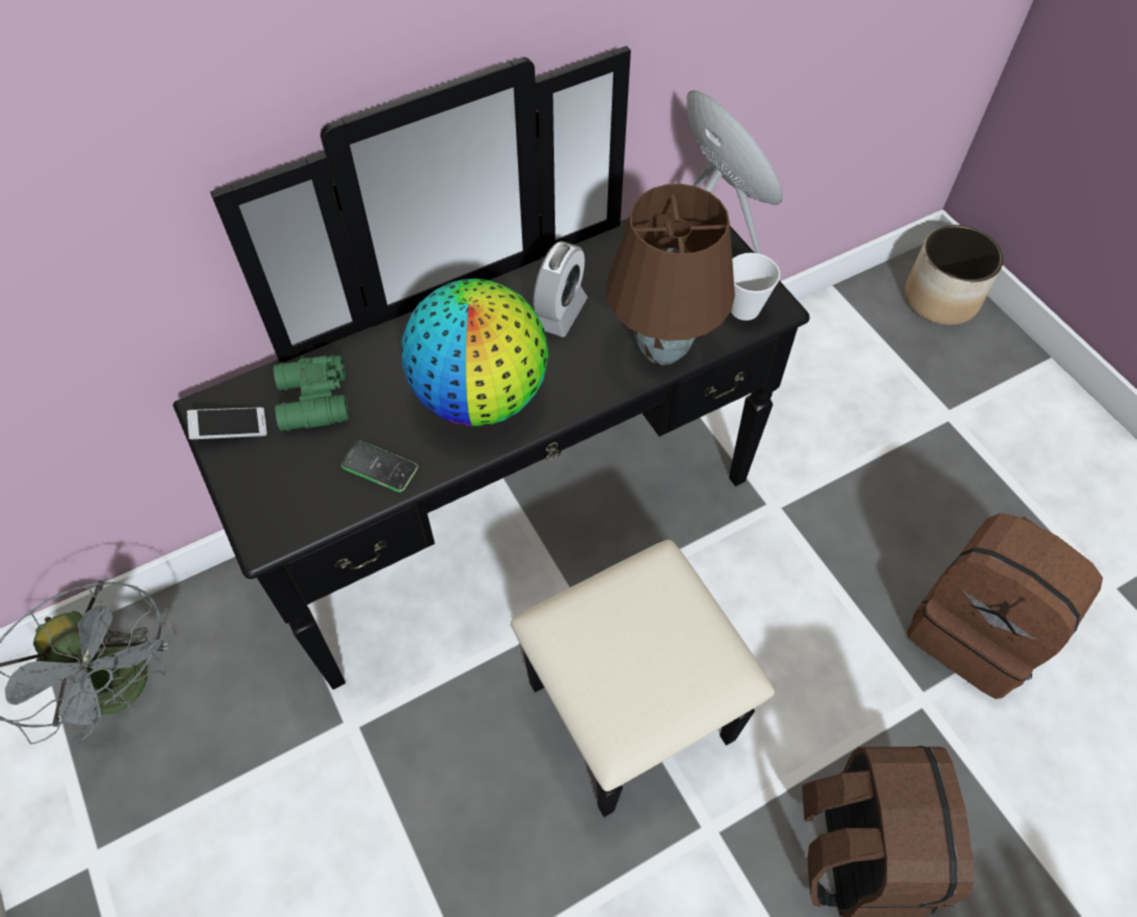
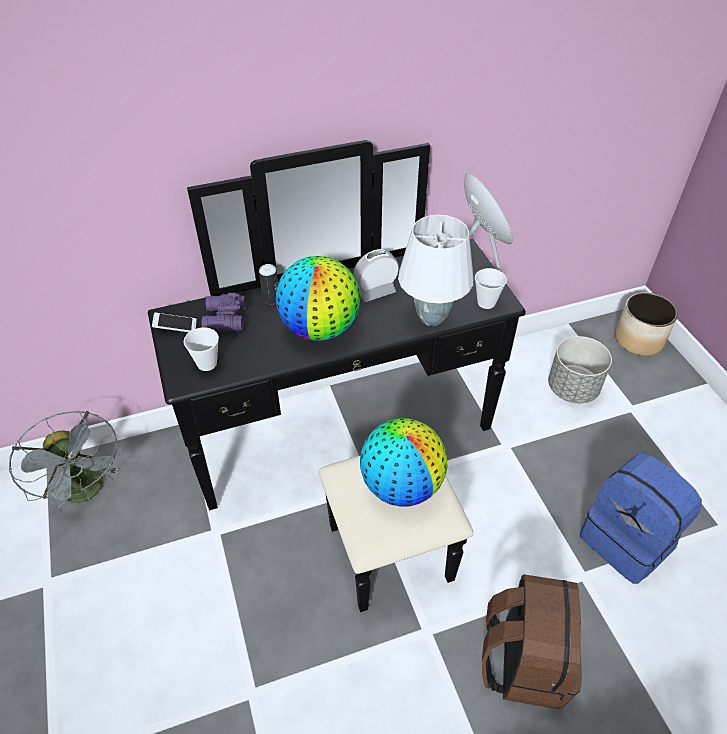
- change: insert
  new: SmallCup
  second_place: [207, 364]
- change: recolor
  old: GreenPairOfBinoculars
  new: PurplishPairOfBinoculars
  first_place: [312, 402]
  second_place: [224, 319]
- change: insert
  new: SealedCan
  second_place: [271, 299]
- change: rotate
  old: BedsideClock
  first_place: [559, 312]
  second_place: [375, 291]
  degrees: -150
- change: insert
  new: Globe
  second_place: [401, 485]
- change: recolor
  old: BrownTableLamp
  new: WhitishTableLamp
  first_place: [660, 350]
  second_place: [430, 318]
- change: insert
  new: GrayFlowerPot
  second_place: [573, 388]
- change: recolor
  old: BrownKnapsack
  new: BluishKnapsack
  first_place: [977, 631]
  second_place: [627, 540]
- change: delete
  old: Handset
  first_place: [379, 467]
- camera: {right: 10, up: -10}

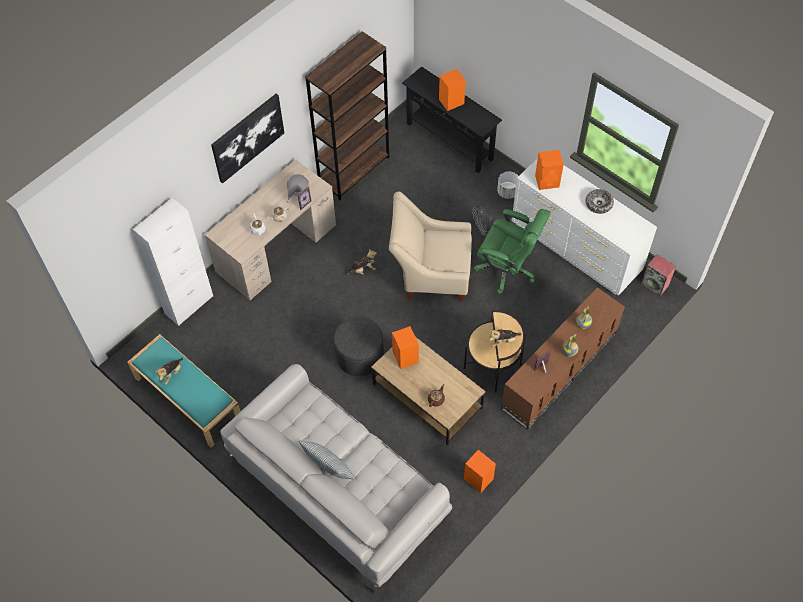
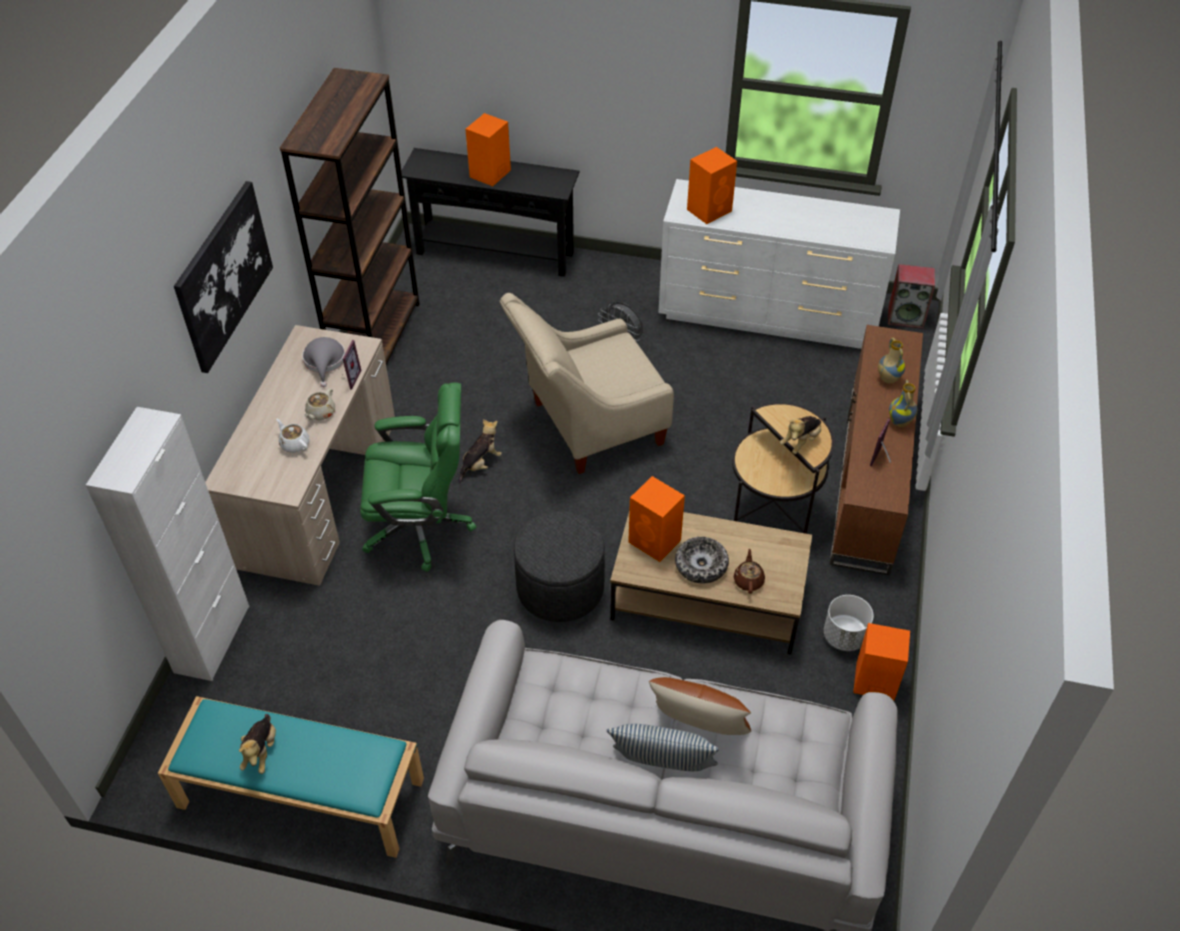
- change: move
  old: GreenComputerChair
  first_place: [507, 268]
  second_place: [421, 526]
- change: insert
  new: BrownCushion
  second_place: [698, 729]
- change: move
  old: DeepDish
  first_place: [598, 204]
  second_place: [701, 565]
- change: move
  old: WhitishFlowerPot
  first_place: [507, 192]
  second_place: [844, 636]
- camera: {right: -30, up: -10}

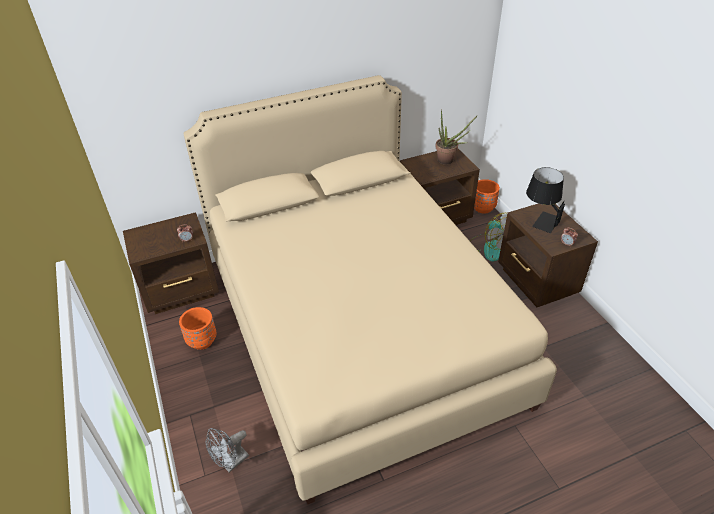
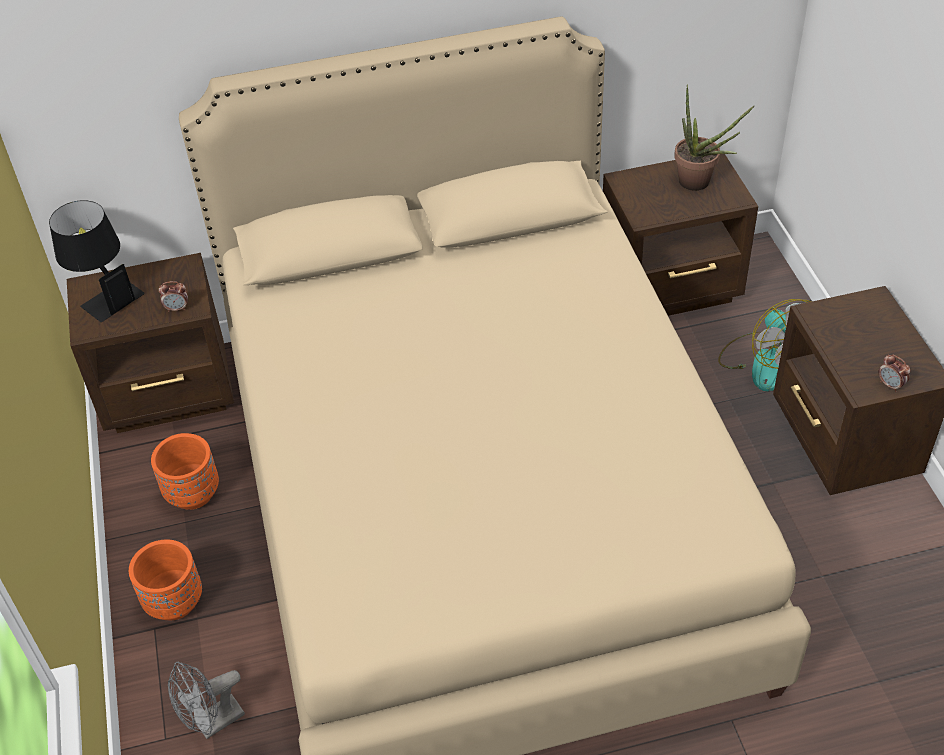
- change: move
  old: BlackishTableLamp
  first_place: [540, 220]
  second_place: [104, 294]
- change: move
  old: OrangeyFlowerPot
  first_place: [483, 208]
  second_place: [175, 602]
- camera: {right: 10, up: 5}

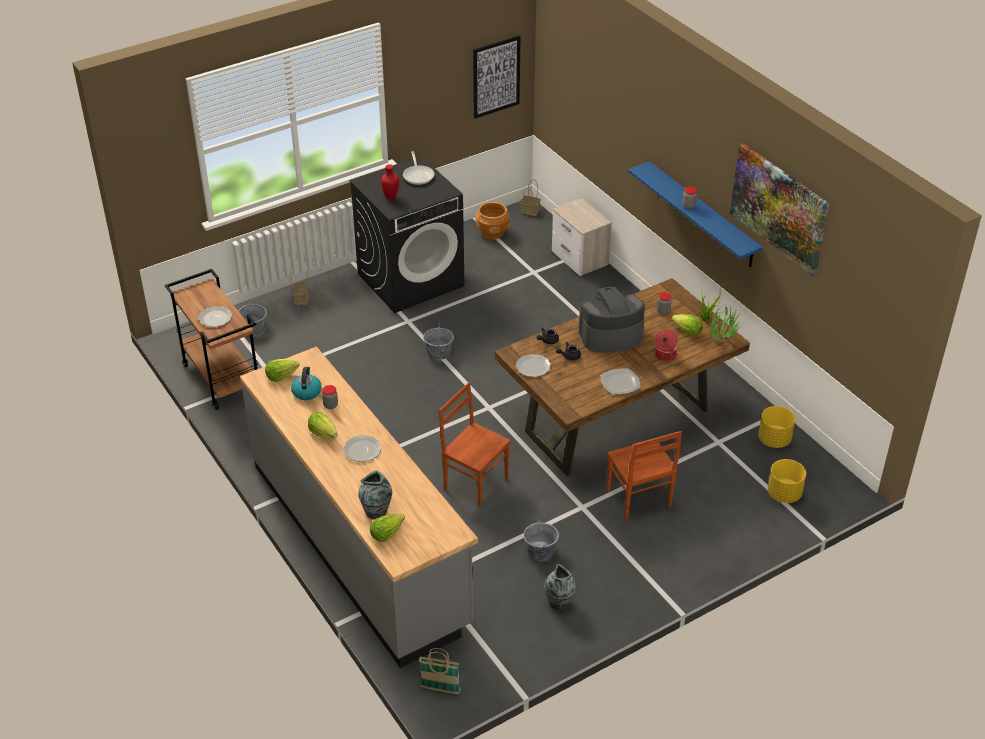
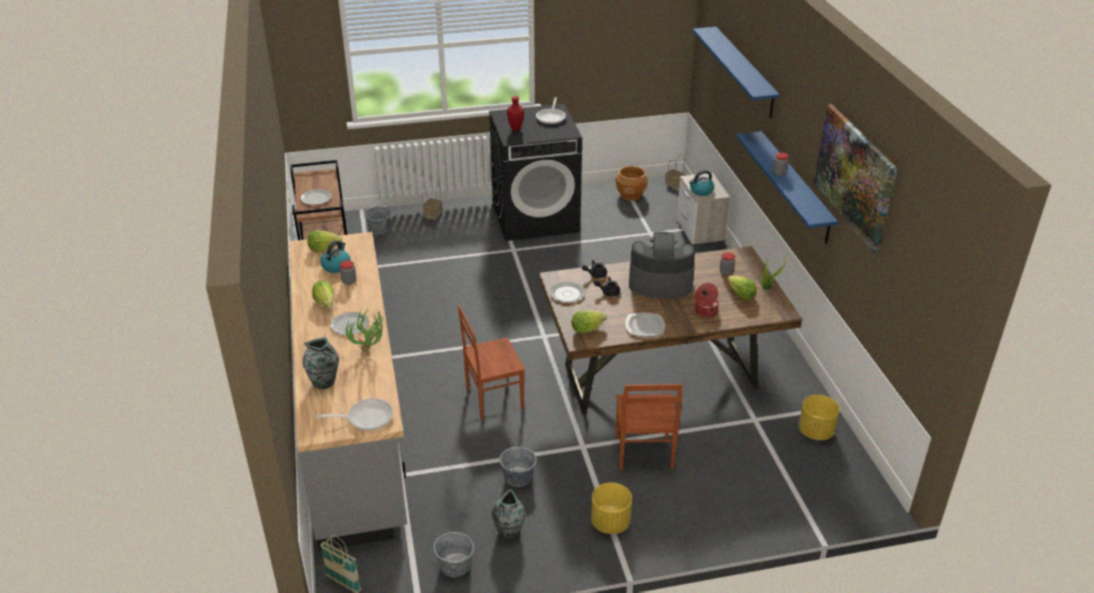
- change: insert
  new: Pan
  second_place: [365, 417]
- change: move
  old: PottedPlant
  first_place: [722, 341]
  second_place: [371, 350]
- change: move
  old: GrayBucket
  first_place: [439, 352]
  second_place: [455, 565]
- change: rotate
  old: BrownUprightChair
  first_place: [475, 482]
  second_place: [493, 398]
  degrees: -75
- change: move
  old: LettuceHead
  first_place: [386, 534]
  second_place: [586, 329]
- change: move
  old: YellowFlowerPot
  first_place: [784, 494]
  second_place: [610, 523]
- change: insert
  new: WaterKettle
  second_place: [701, 191]
- change: insert
  new: BluishShelf
  second_place: [744, 72]
- change: delete
  old: WallArt
  first_place: [496, 76]
- camera: {right: 20, up: -5}

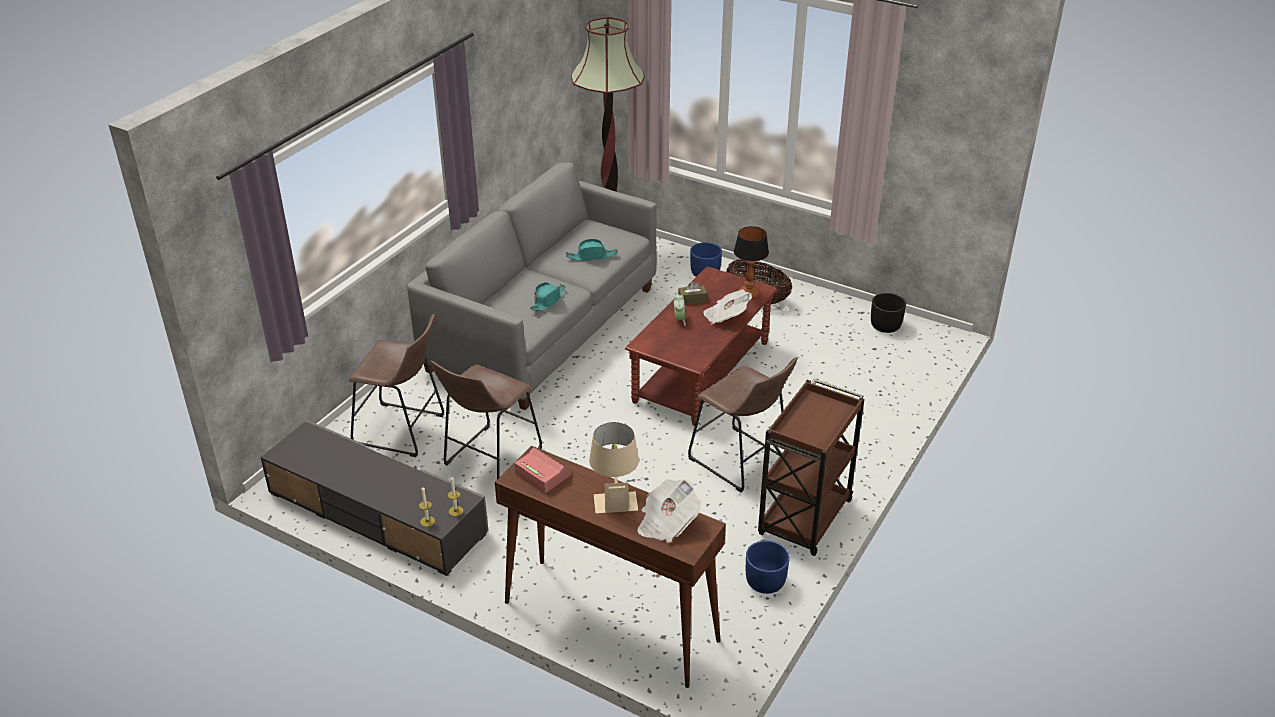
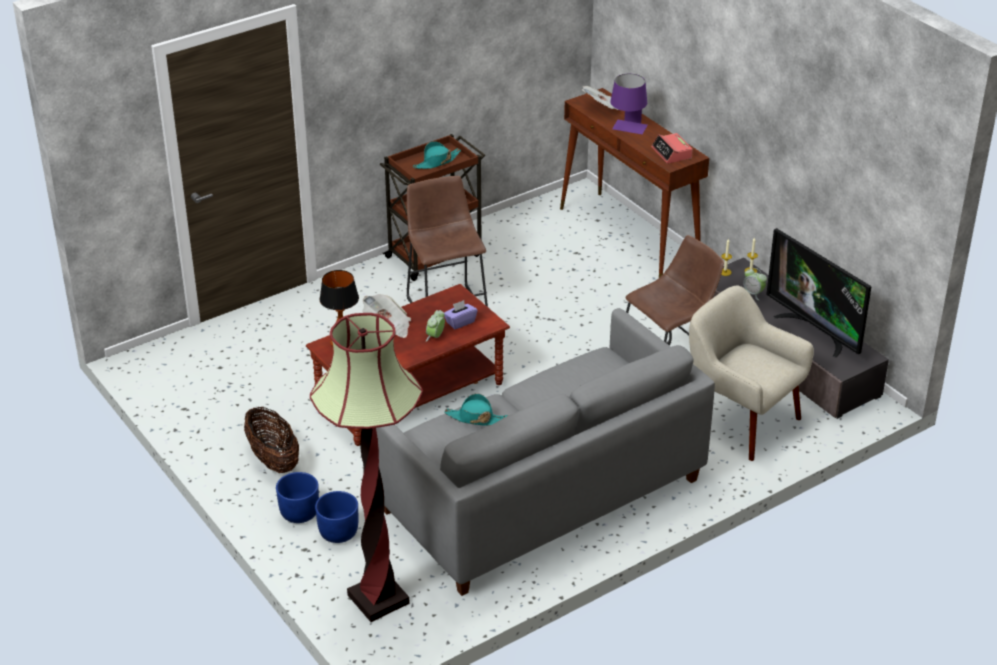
- change: move
  old: BluishFlowerPot
  first_place: [765, 582]
  second_place: [339, 532]
- change: move
  old: TurquoiseColouredWearableHat
  first_place: [548, 300]
  second_place: [437, 162]
- change: insert
  new: PurplishTissueHolder
  second_place: [460, 322]
- change: recolor
  old: SandColouredTableLamp
  new: PurplishTableLamp
  first_place: [614, 495]
  second_place: [628, 130]
- change: replace
  old: BrownSittingStool
  new: SandColouredArmchair
  first_place: [403, 431]
  second_place: [740, 420]
- change: insert
  new: BedsideClock
  second_place: [753, 294]
- change: insert
  new: Television
  second_place: [815, 331]
- change: delete
  old: BrownTissueHolder
  first_place: [692, 299]
- change: delete
  old: BlackishFlowerPot
  first_place: [885, 326]
- camera: {right: -155, up: 0}

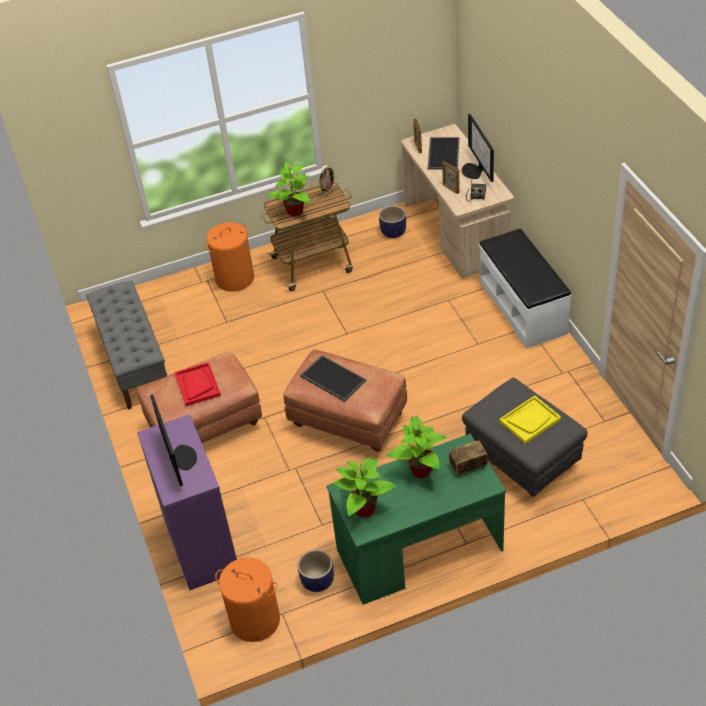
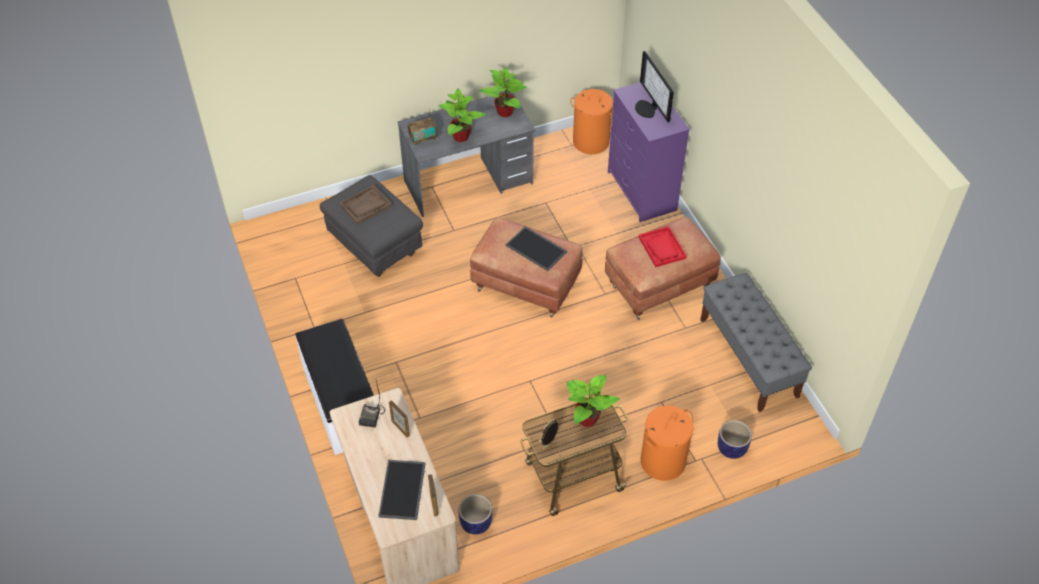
- change: recolor
  old: YellowServingTray
  new: BrownServingTray
  first_place: [530, 420]
  second_place: [365, 206]
- change: recolor
  old: GreenDeskUnit
  new: GrayDeskUnit
  first_place: [419, 550]
  second_place: [468, 182]
- change: move
  old: FlowerPot
  first_place: [317, 581]
  second_place: [732, 449]
- change: delete
  old: Monitor
  first_place: [474, 170]
- camera: {right: 175, up: 5}

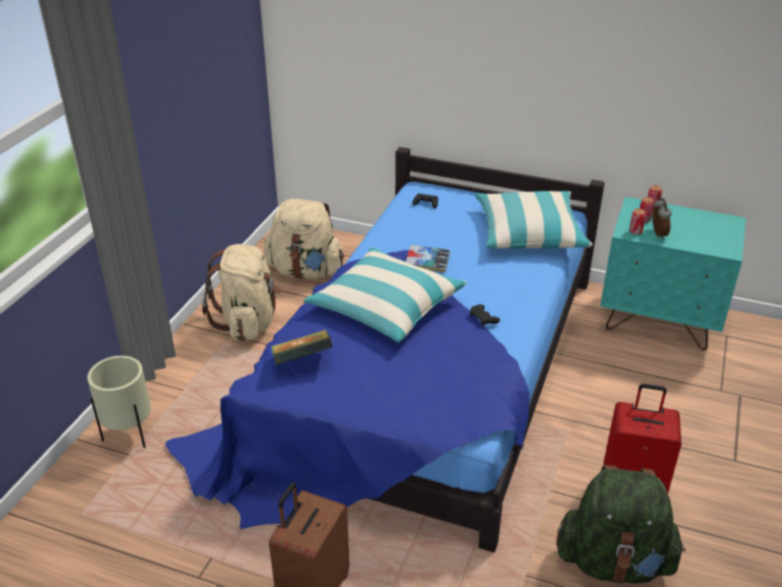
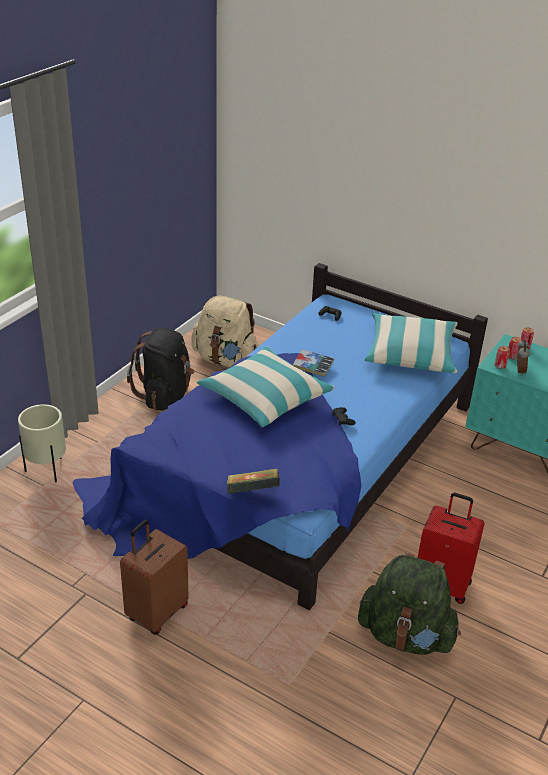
- change: recolor
  old: SandColouredKnapsack
  new: BlackishKnapsack
  first_place: [248, 322]
  second_place: [165, 395]
- change: move
  old: BoundBook
  first_place: [302, 362]
  second_place: [252, 494]
- camera: {right: 10, up: 0}

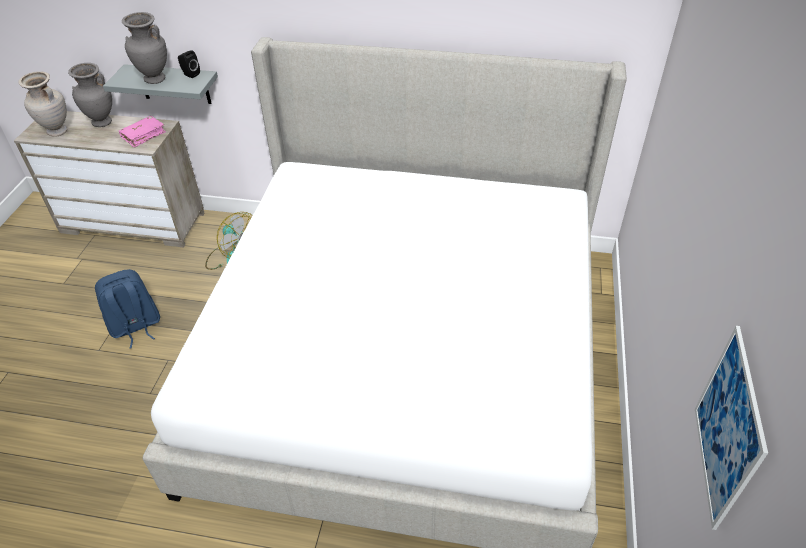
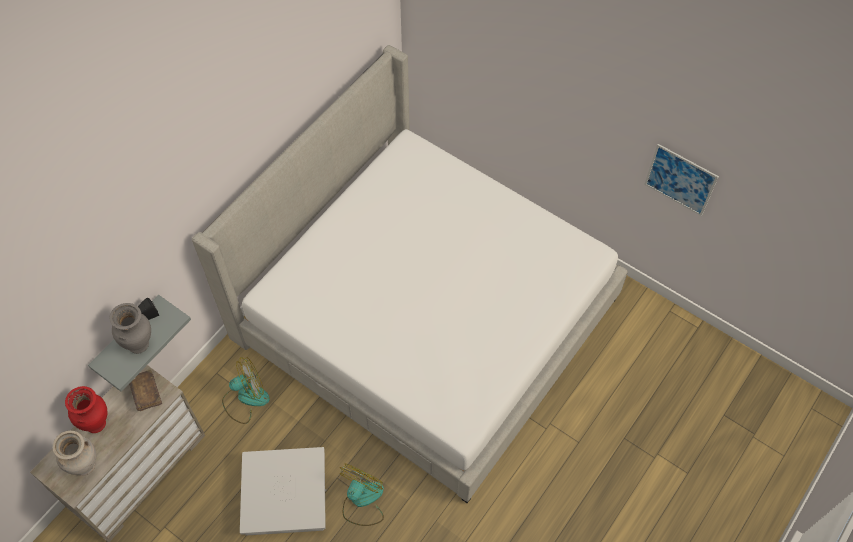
- change: recolor
  old: GrayDecorativeVase
  new: ReddishDecorativeVase
  first_place: [102, 123]
  second_place: [97, 424]
- change: recolor
  old: PinkBoundBook
  new: BrownBoundBook
  first_place: [143, 135]
  second_place: [146, 392]
- change: replace
  old: BluishKnapsack
  new: WhitishStorageContainer
  first_place: [135, 327]
  second_place: [285, 495]
- change: insert
  new: CoolingFan
  second_place: [362, 500]
- camera: {right: -65, up: 15}

